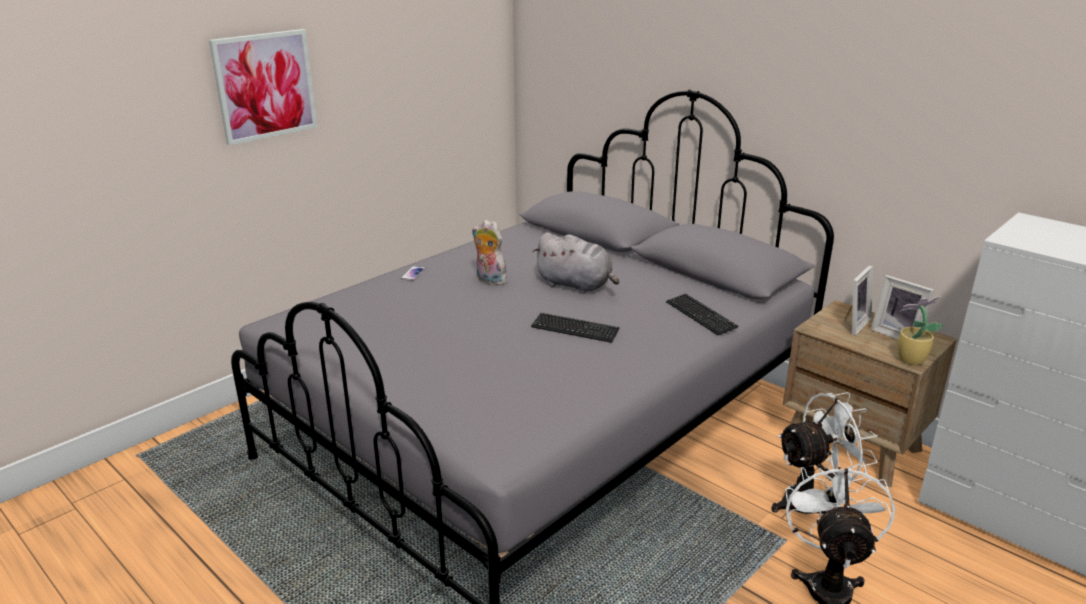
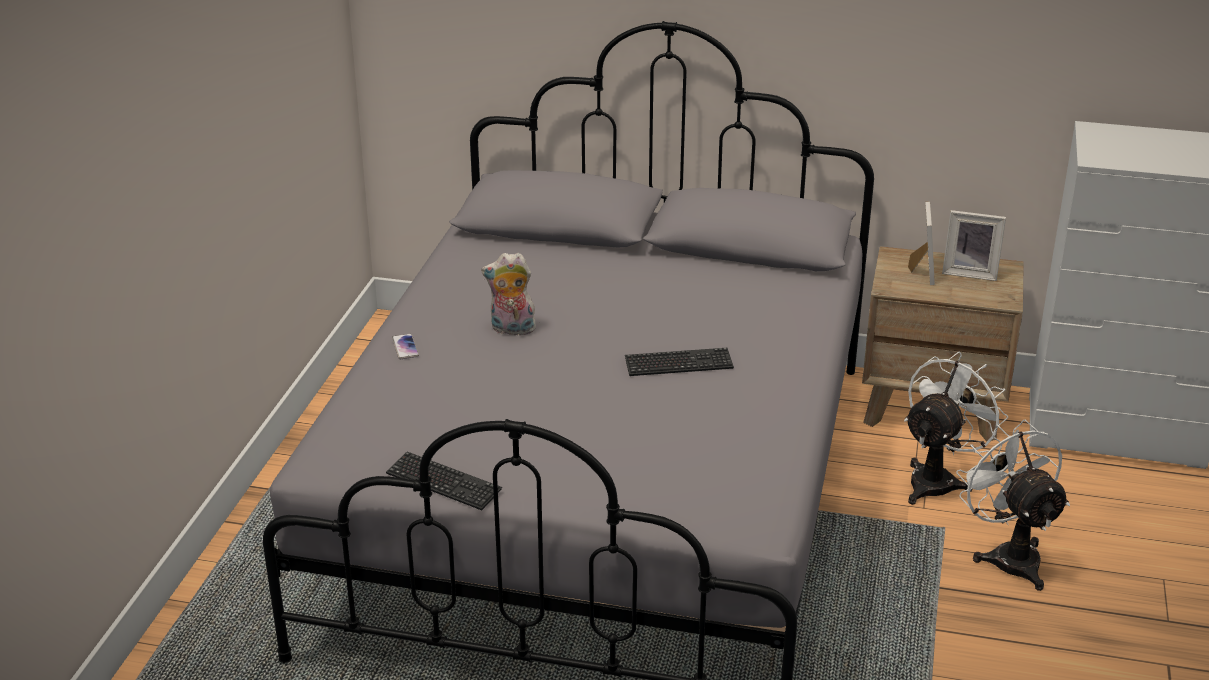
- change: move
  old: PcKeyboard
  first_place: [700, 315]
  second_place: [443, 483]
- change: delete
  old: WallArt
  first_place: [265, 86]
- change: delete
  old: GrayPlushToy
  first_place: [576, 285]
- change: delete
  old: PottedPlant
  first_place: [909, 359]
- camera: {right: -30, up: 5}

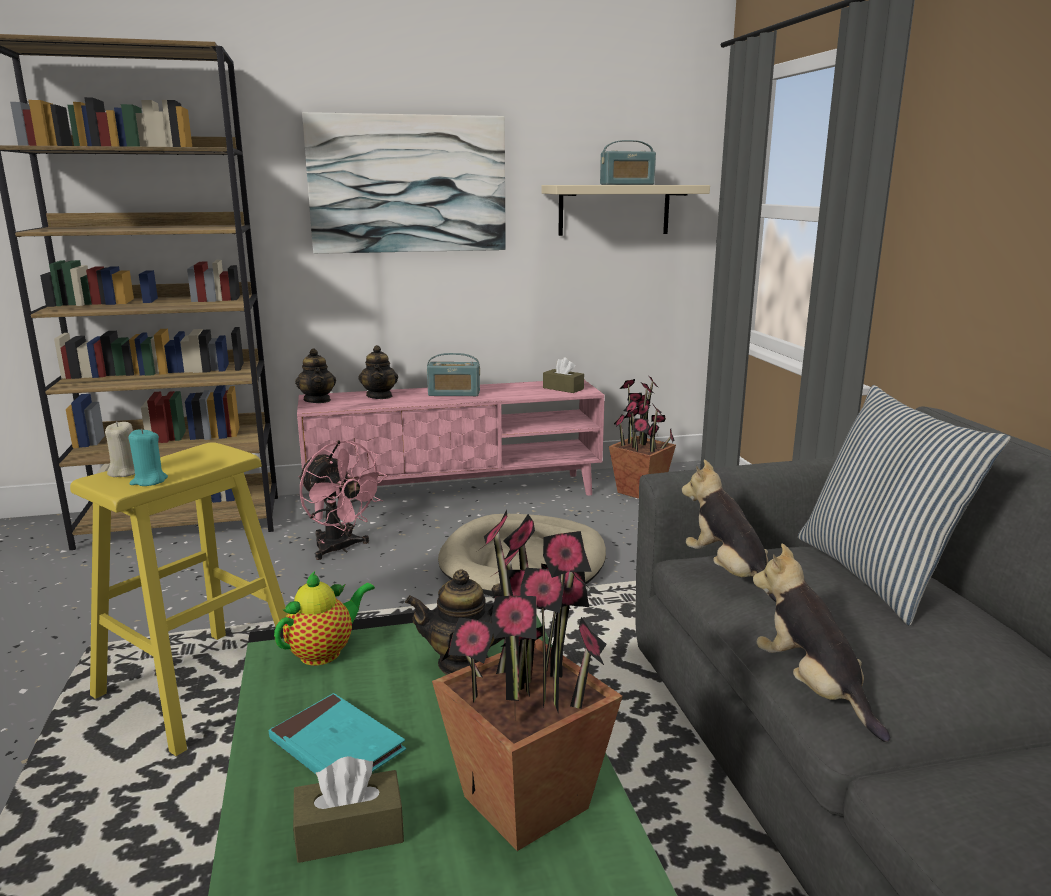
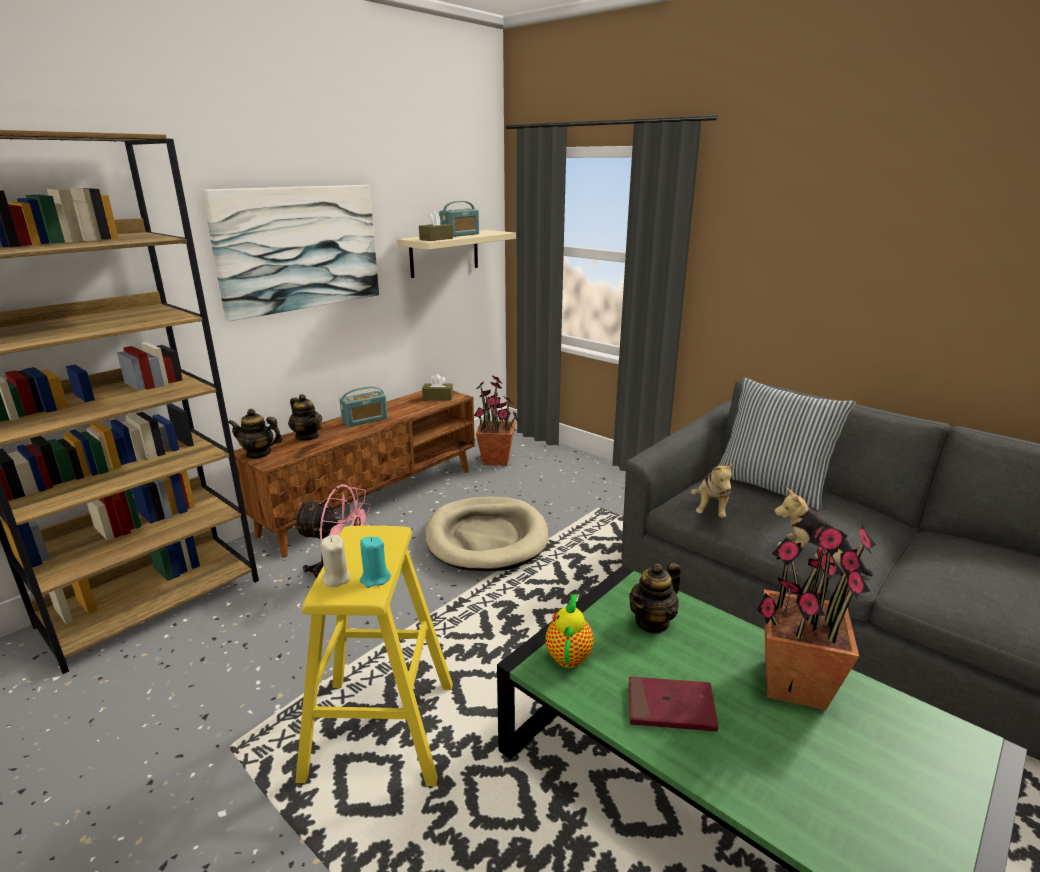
- change: rotate
  old: Teapot
  first_place: [317, 400]
  second_place: [258, 454]
  degrees: 150
- change: recolor
  old: PinkTvStand
  new: BrownTvStand
  first_place: [455, 495]
  second_place: [372, 500]
- change: move
  old: BrownTissueHolder
  first_place: [350, 832]
  second_place: [436, 239]
- change: recolor
  old: TurquoiseColouredBoundBook
  new: ReddishBoundBook
  first_place: [337, 747]
  second_place: [670, 707]
- change: rotate
  old: PlushToy
  first_place: [729, 574]
  second_place: [711, 509]
  degrees: -105
- camera: {right: -35, up: 5}

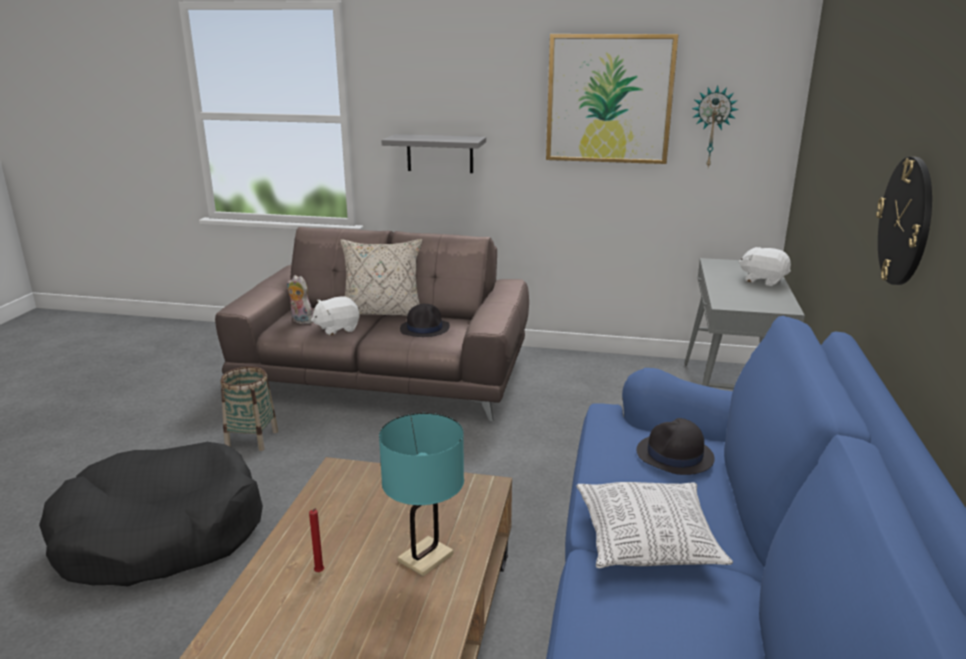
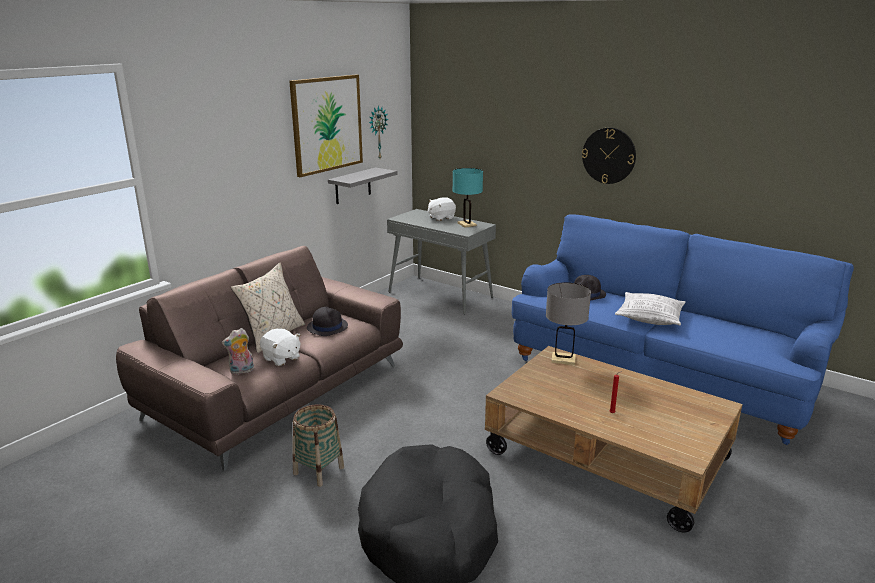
- change: rotate
  old: WhitishPlushToy
  first_place: [337, 329]
  second_place: [281, 358]
  degrees: -45
- change: move
  old: GrayShelf
  first_place: [440, 153]
  second_place: [353, 186]
- change: move
  old: TurquoiseColouredTableLamp
  first_place: [425, 557]
  second_place: [467, 224]
- change: insert
  new: GrayTableLamp
  second_place: [563, 359]
- camera: {right: -65, up: 0}

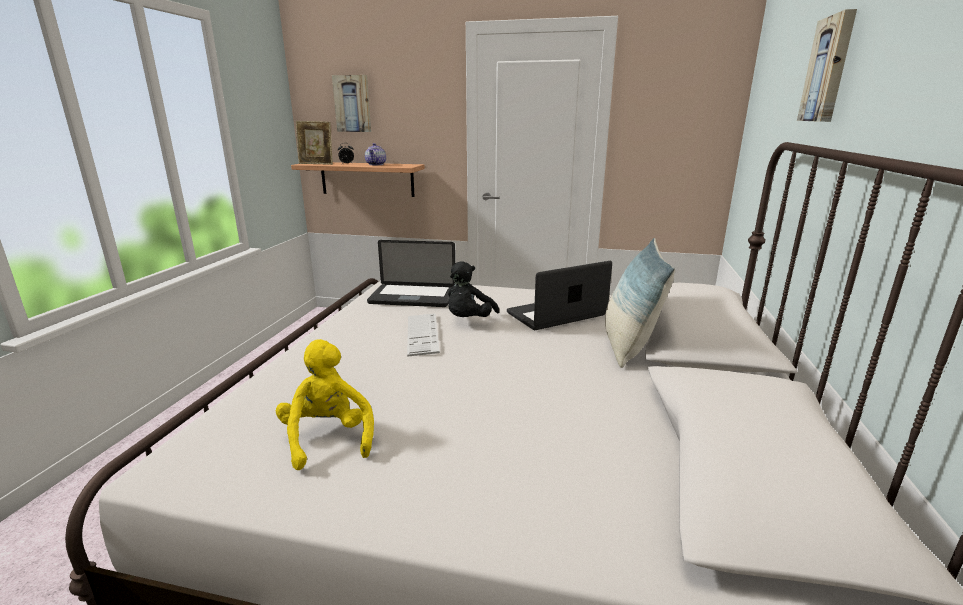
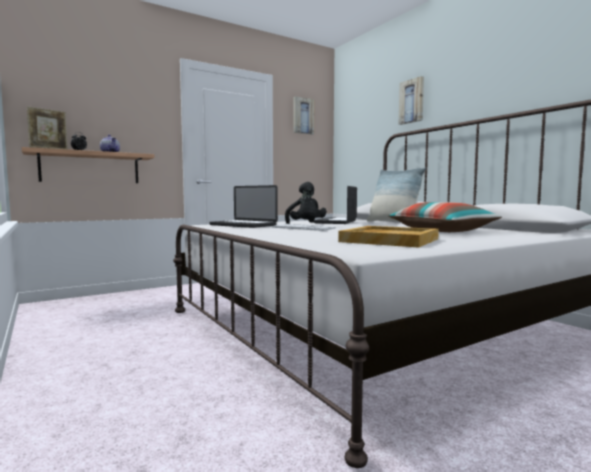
- change: rotate
  old: NotebookComputer
  first_place: [412, 297]
  second_place: [243, 225]
  degrees: 75
- change: move
  old: WallArt
  first_place: [353, 104]
  second_place: [303, 116]
- change: replace
  old: YellowPlushToy
  new: SandColouredServingTray
  first_place: [328, 438]
  second_place: [389, 240]
- change: insert
  new: Cushion
  second_place: [442, 231]
- camera: {right: -45, up: -15}

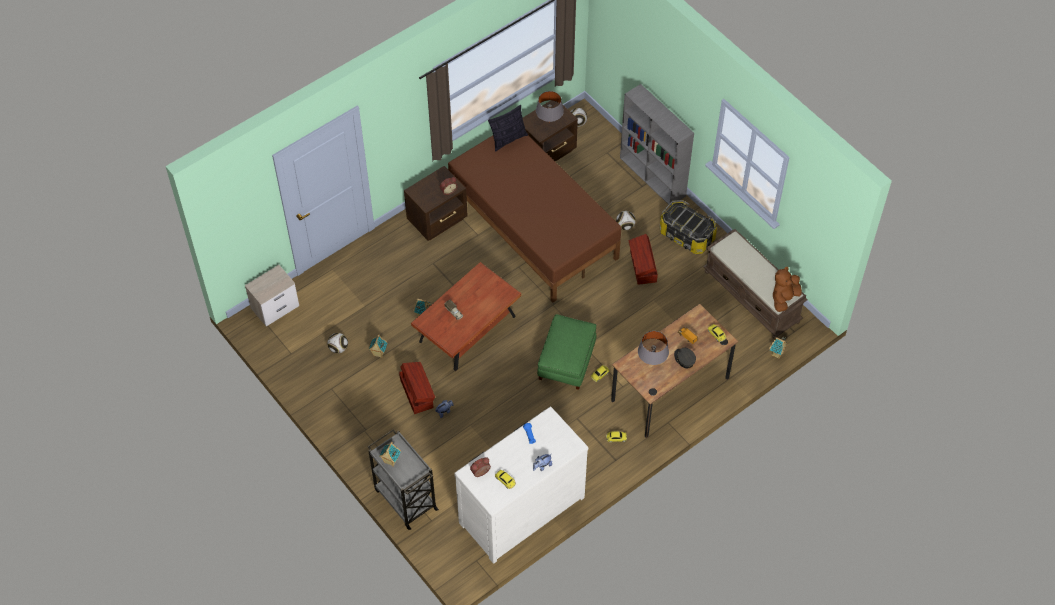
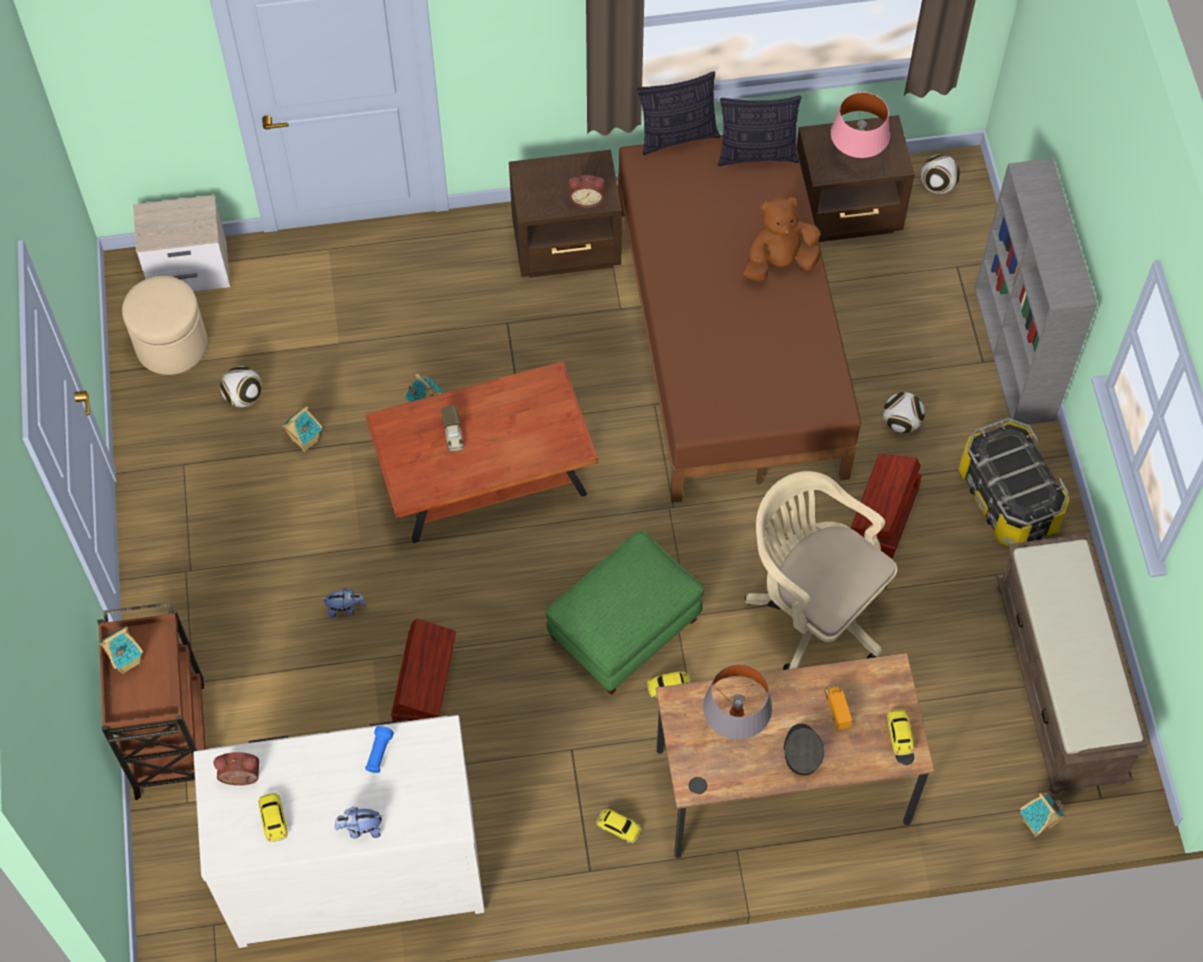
- change: recolor
  old: GrayWheeledCart
  new: BrownWheeledCart
  first_place: [405, 498]
  second_place: [170, 735]
- change: insert
  new: SandColouredPouffe
  second_place: [171, 345]
- change: move
  old: BrownStorageContainer
  first_place: [417, 392]
  second_place: [425, 685]
- change: insert
  new: Cushion
  second_place: [678, 137]
- change: move
  old: BrownPlushToy
  first_place: [784, 298]
  second_place: [779, 263]
- change: insert
  new: SandColouredComputerChair
  second_place: [813, 608]
- change: recolor
  old: GrayTableLamp
  new: PinkTableLamp
  first_place: [549, 122]
  second_place: [856, 157]
- camera: {right: 30, up: 5}

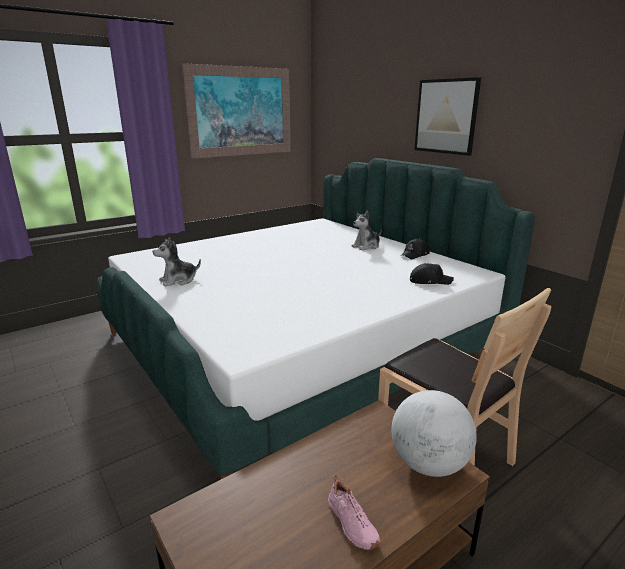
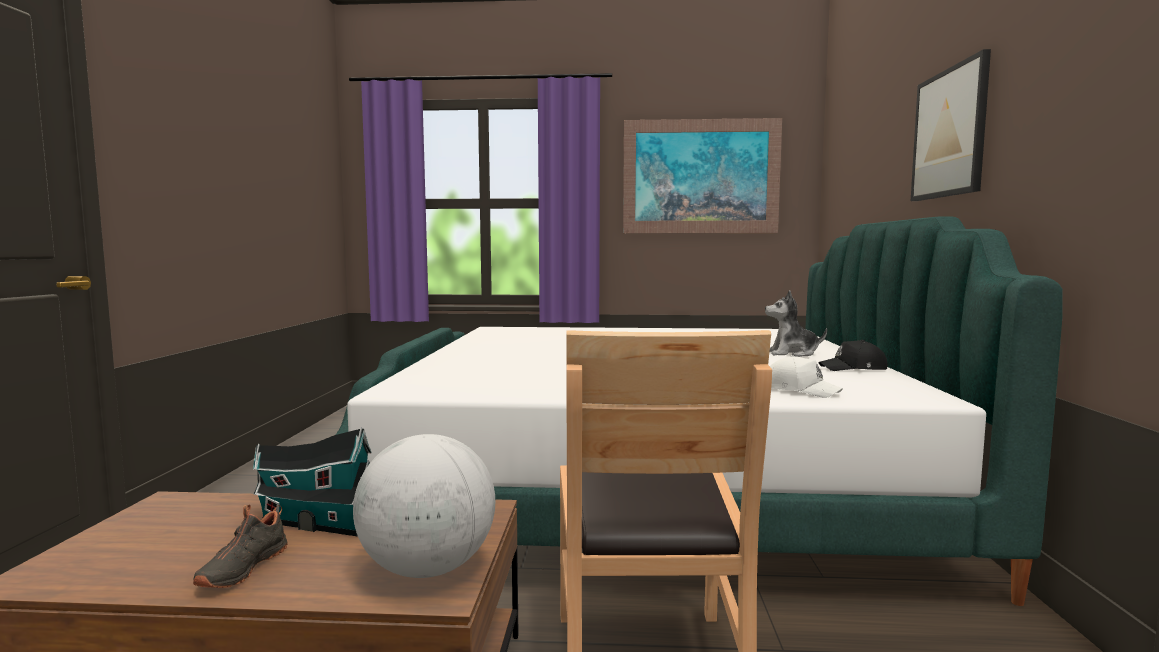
- change: recolor
  old: PinkLowShoe
  new: BlackishLowShoe
  first_place: [350, 524]
  second_place: [241, 568]
- change: insert
  new: ModelHouse
  second_place: [314, 522]
- change: recolor
  old: BlackishCap
  new: WhitishCap
  first_place: [429, 281]
  second_place: [799, 390]
- change: delete
  old: PlushToy
  first_place: [178, 280]
- camera: {right: 40, up: -15}

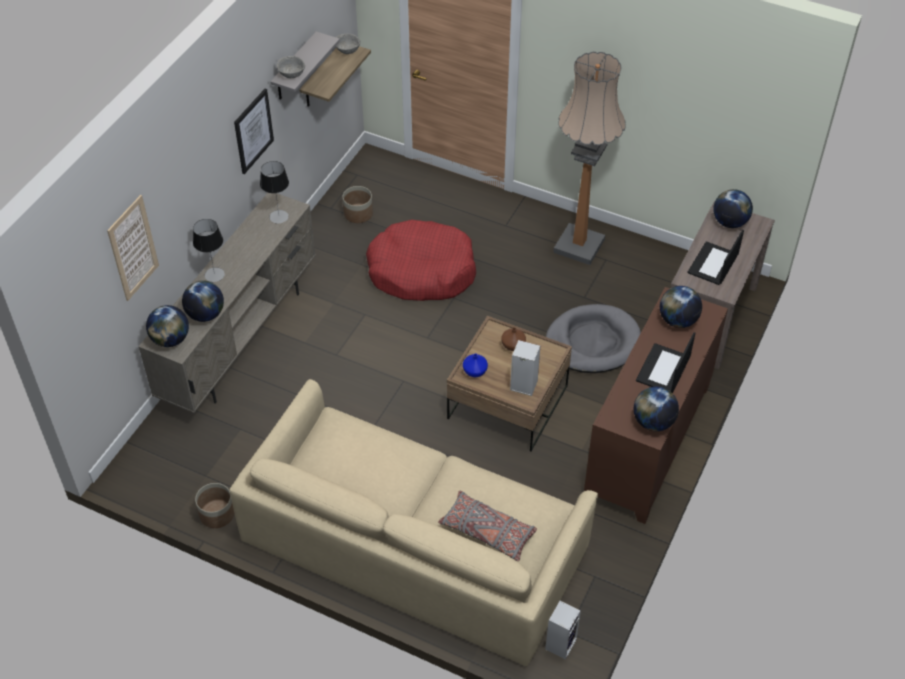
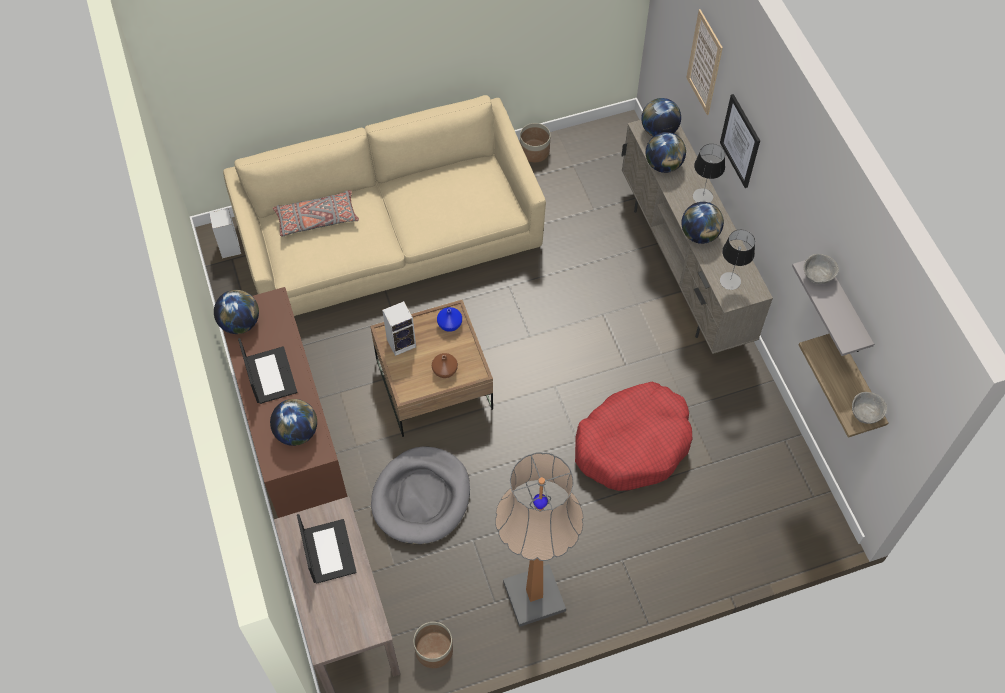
- change: move
  old: FlowerPot
  first_place: [358, 213]
  second_place: [434, 650]
- change: move
  old: Globe
  first_place: [729, 222]
  second_place: [699, 235]
- change: move
  old: WallArt
  first_place: [253, 131]
  second_place: [740, 141]
- camera: {right: 135, up: 10}

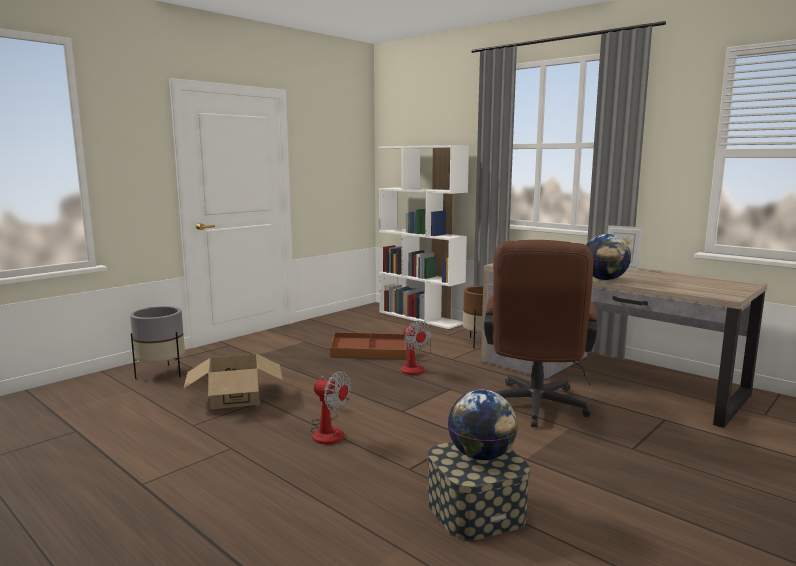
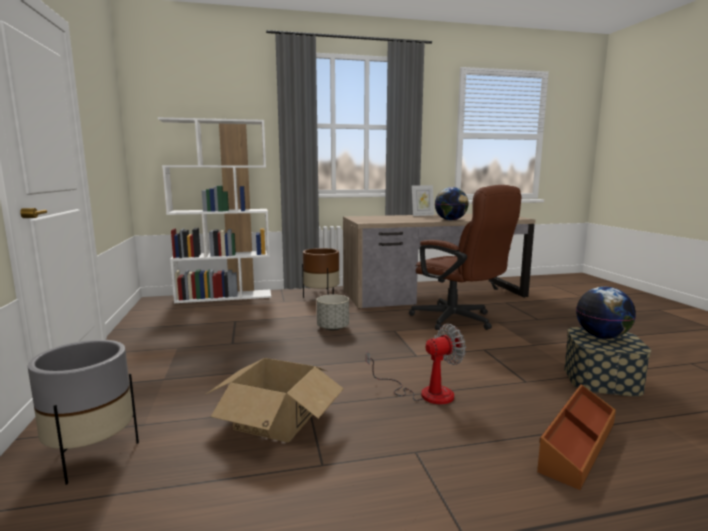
- change: replace
  old: CoolingFan
  new: GrayFlowerPot
  first_place: [415, 367]
  second_place: [332, 328]
- change: move
  old: BrownStorageContainer
  first_place: [369, 354]
  second_place: [576, 445]
- camera: {right: -55, up: 0}

